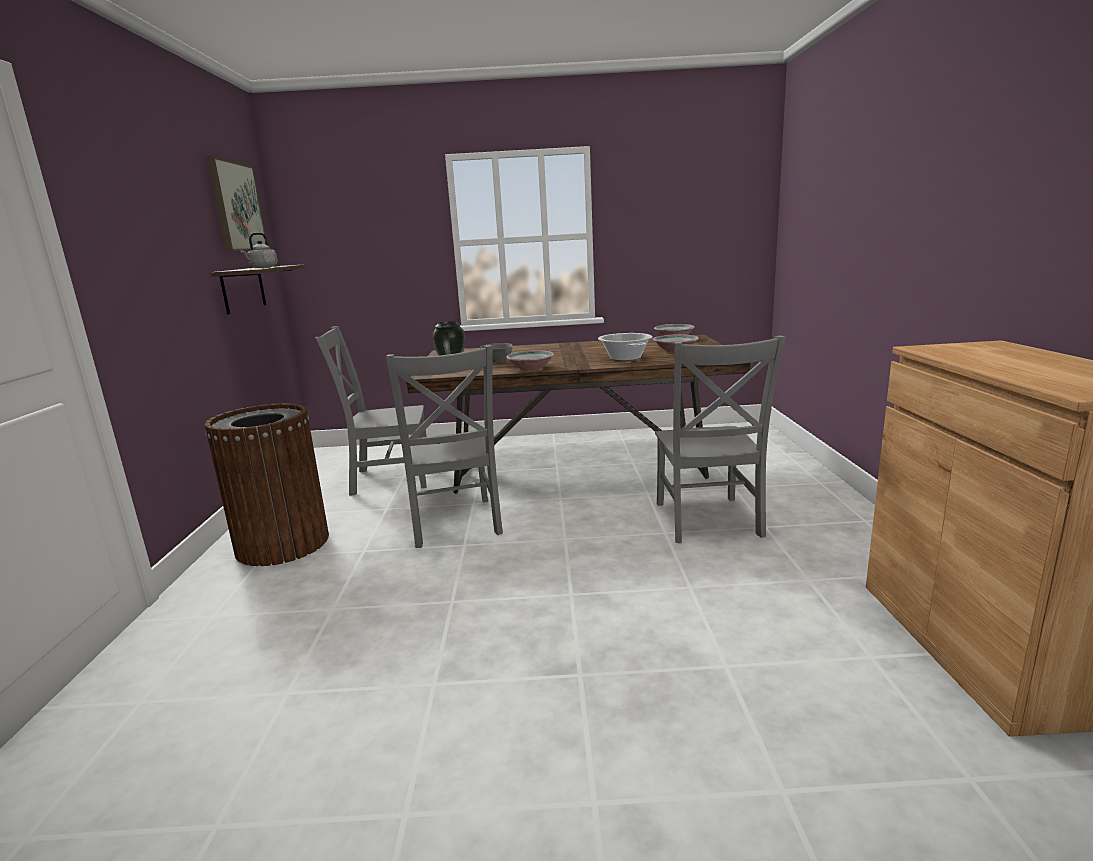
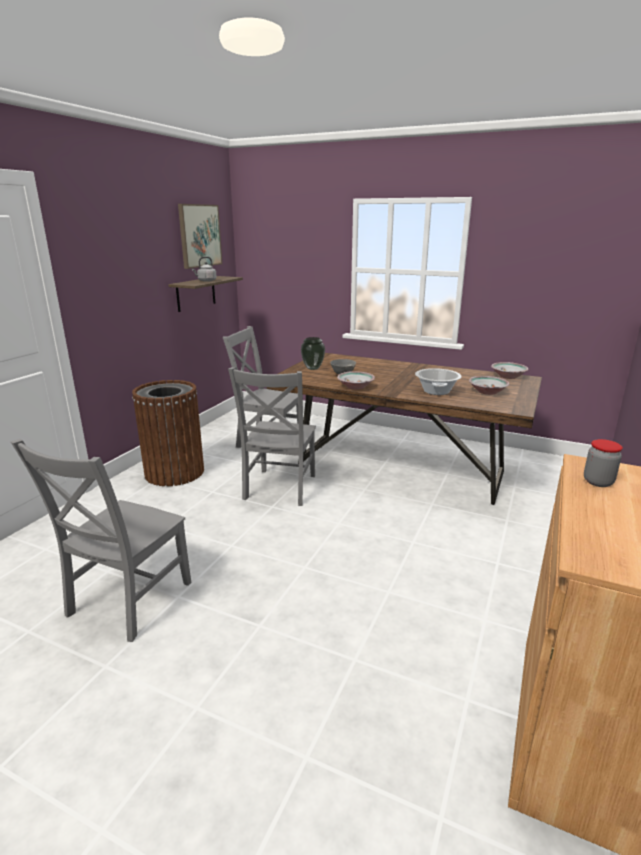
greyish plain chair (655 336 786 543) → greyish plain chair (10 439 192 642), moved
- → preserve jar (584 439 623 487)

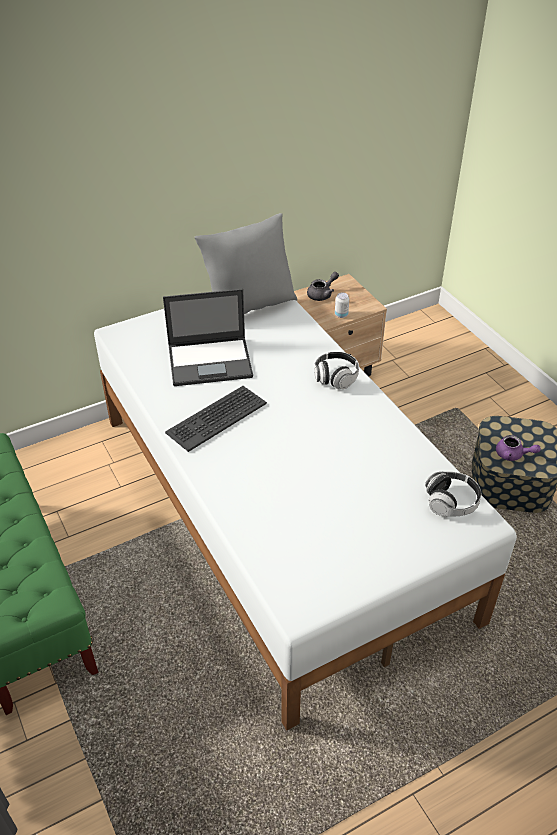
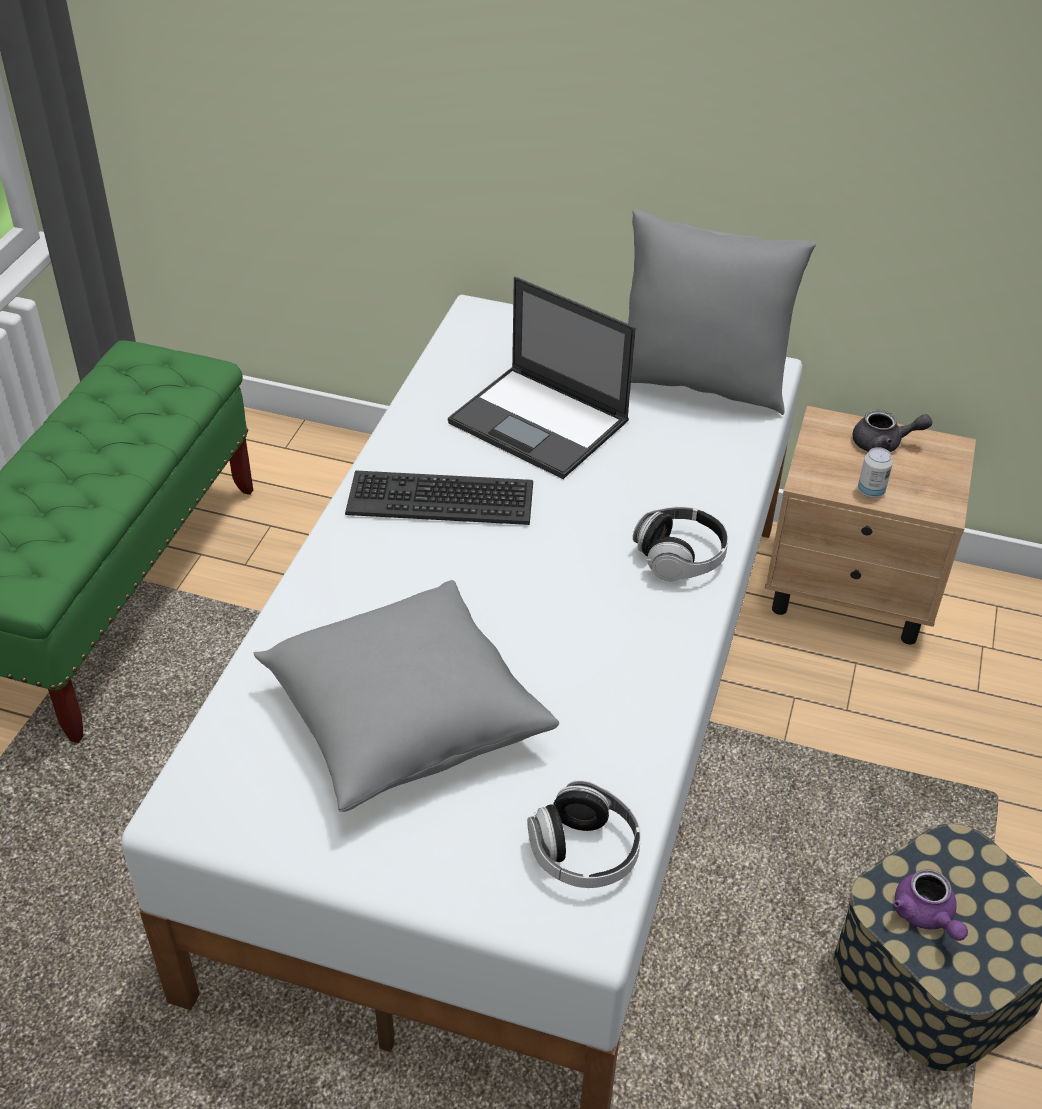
- → greyish cushion (254 580 559 812)

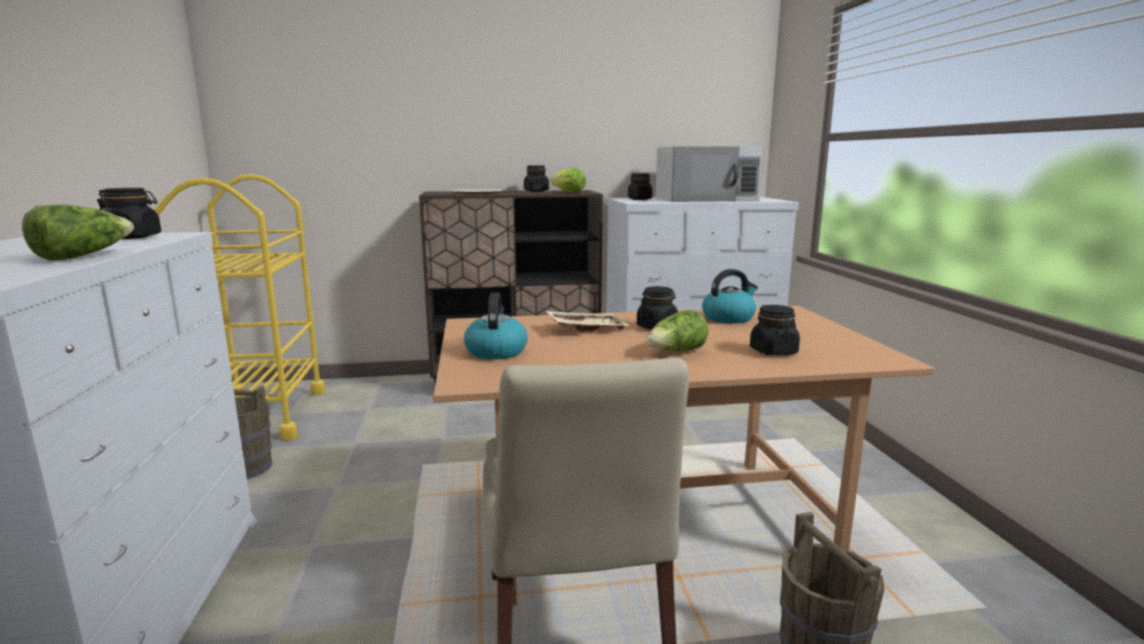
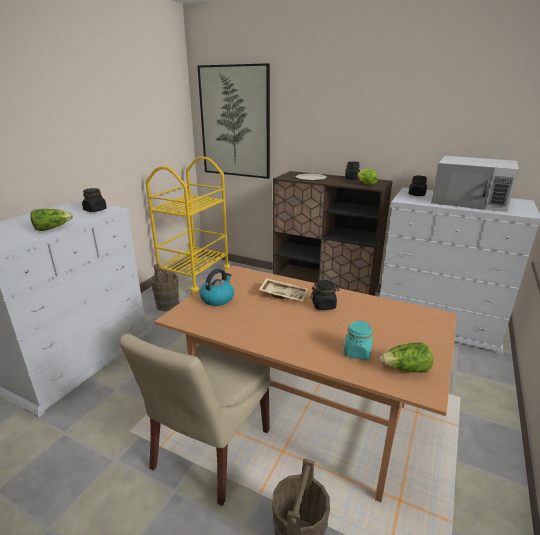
kettle (702 269 758 324) → -
black-coloured preserve jar (750 305 800 356) → turquoise-coloured preserve jar (344 320 373 360)
head of lettuce (647 310 709 351) → head of lettuce (380 342 433 373), moved
- → wall art (198 63 270 179)

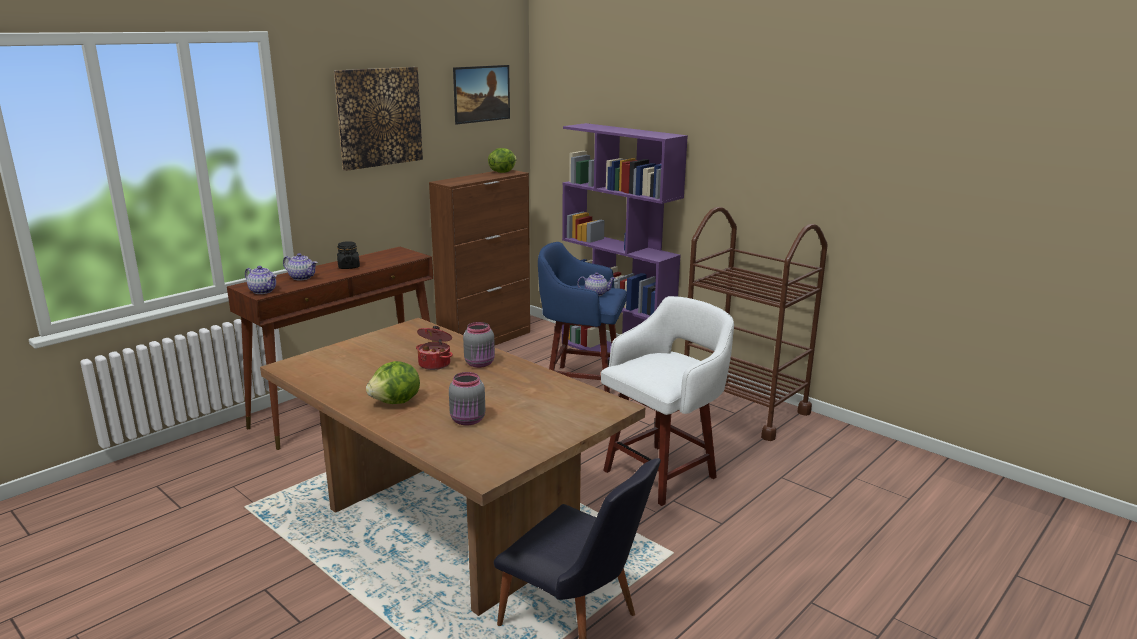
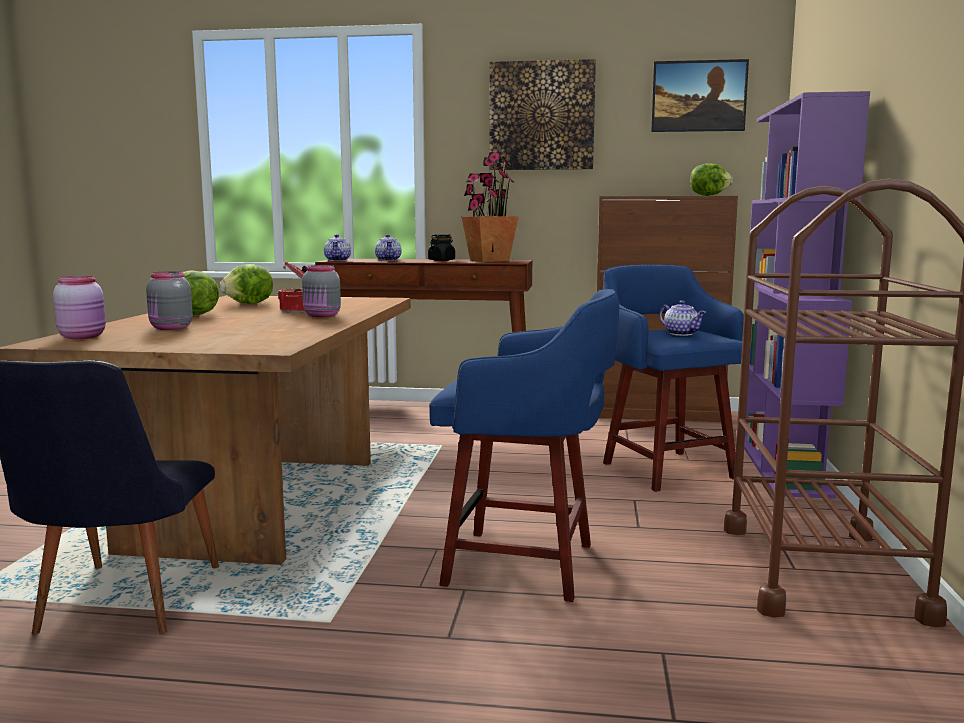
whitish stool (601 296 734 506) → blue-coloured stool (429 289 619 602)
- → potted plant (461 152 519 262)
- → head of lettuce (220 264 273 304)
- → pink preserve jar (53 276 106 339)

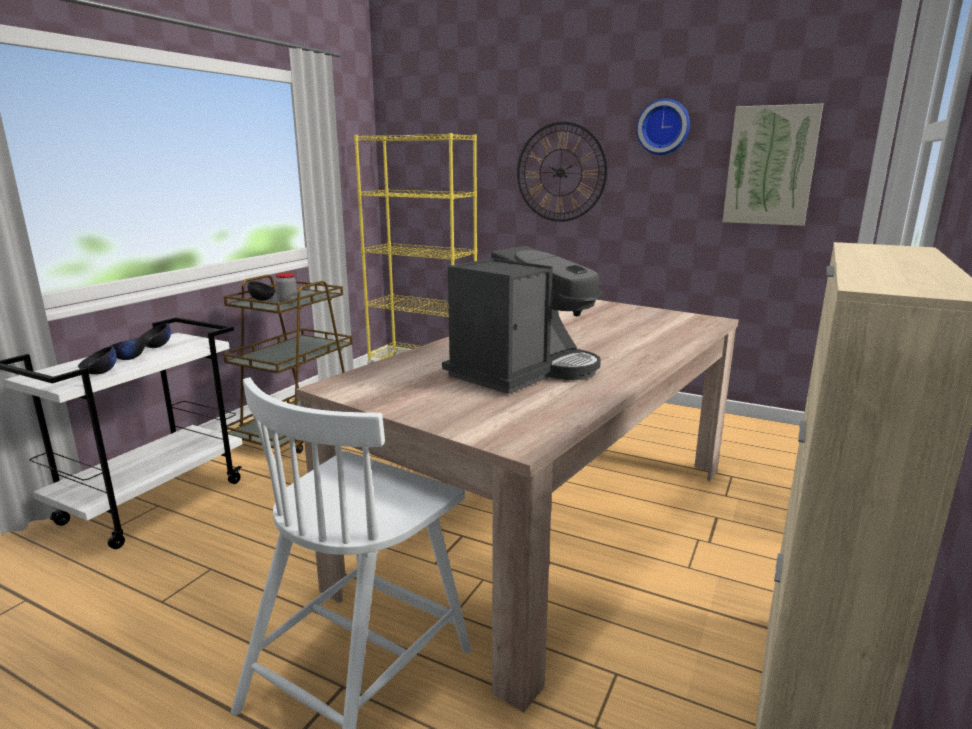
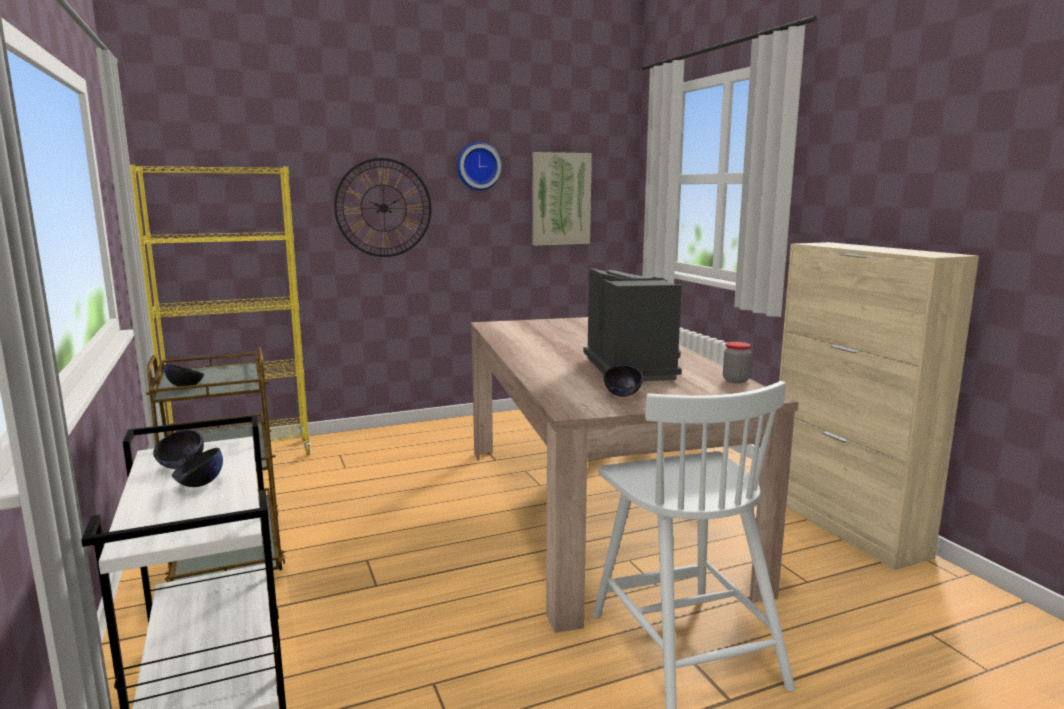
preserve jar (275 273 297 304) → preserve jar (723 342 751 383), moved
black-coloured deep dish (78 346 117 375) → black-coloured deep dish (604 365 643 397), moved

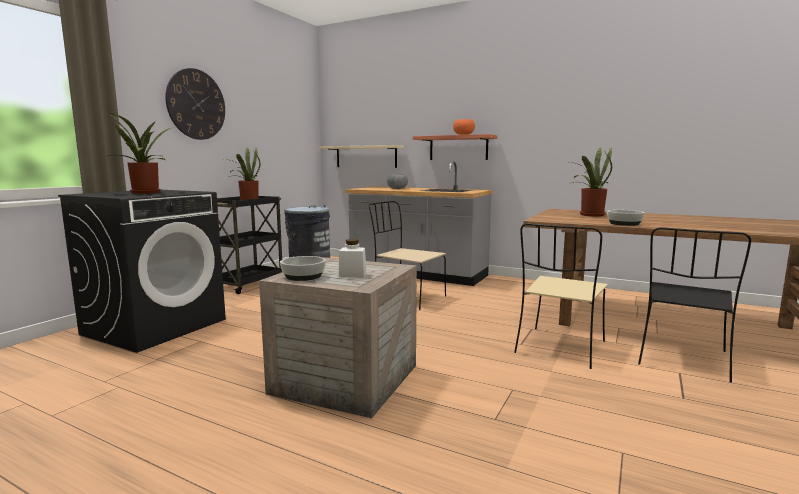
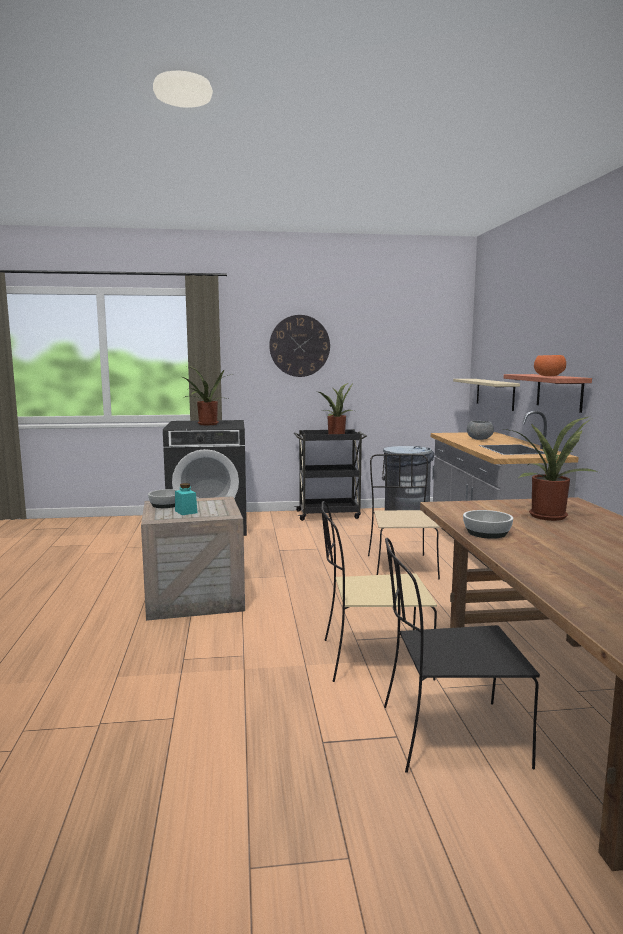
whitish preserve jar (339 239 366 277) → turquoise-coloured preserve jar (175 483 197 515)

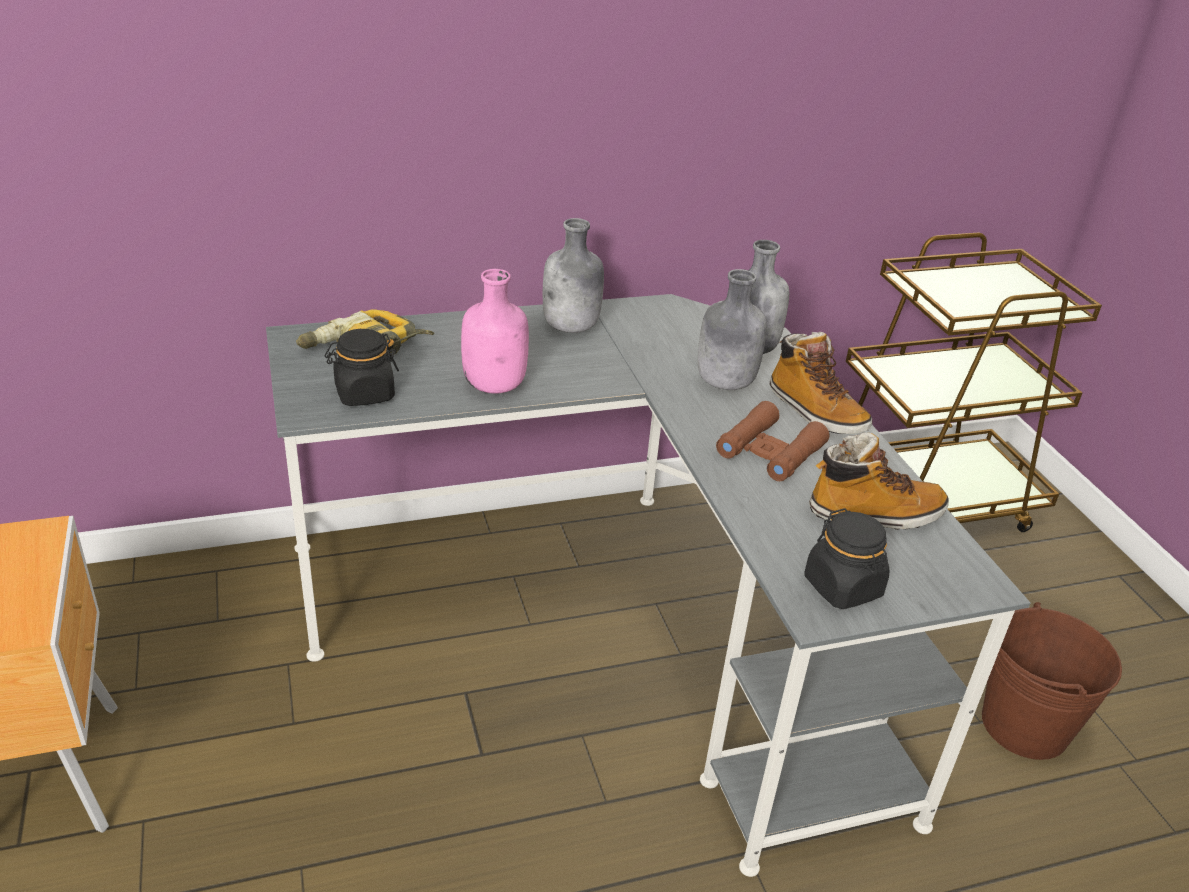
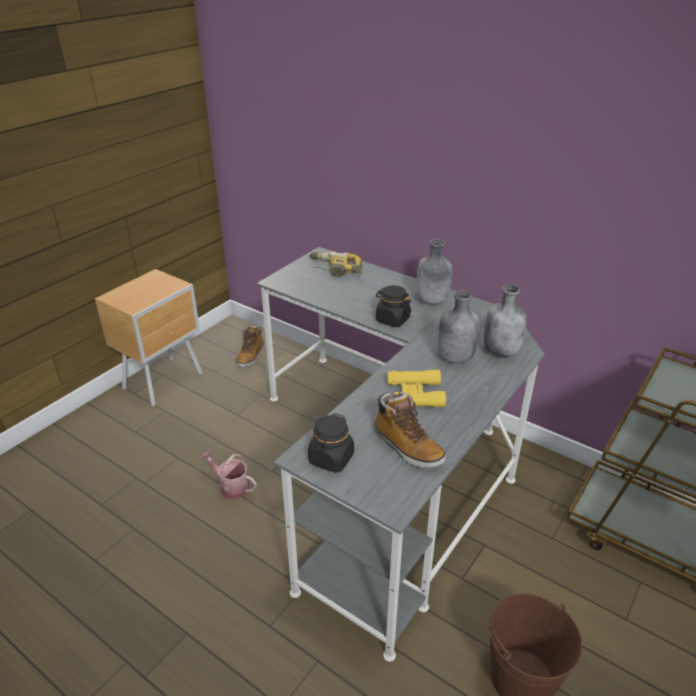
pink beverage bottle (461 269 529 394) → -
black-coloured preserve jar (325 329 399 406) → black-coloured preserve jar (376 285 411 327), moved
boot (770 332 872 434) → boot (235 325 264 367), moved
brown binoculars (716 401 829 481) → yellow binoculars (388 370 446 407)
- → watering can (200 450 257 499)

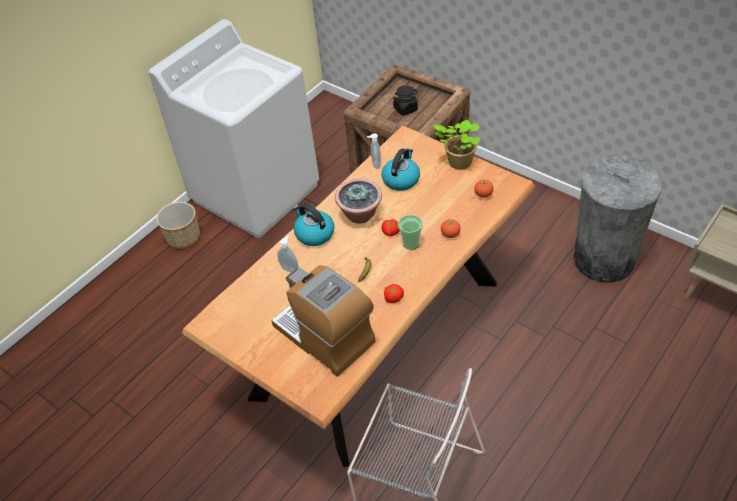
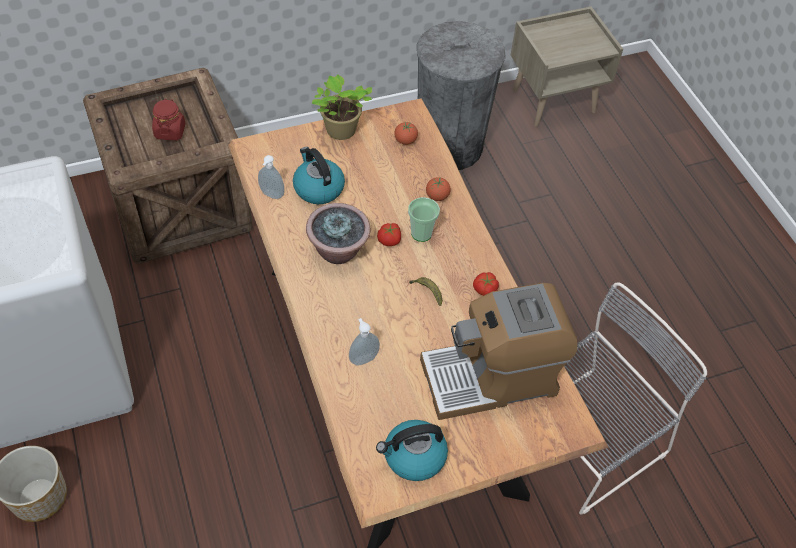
black-coloured preserve jar (393 85 418 116) → reddish preserve jar (152 99 185 140)
kettle (293 204 334 246) → kettle (376 420 448 481), moved

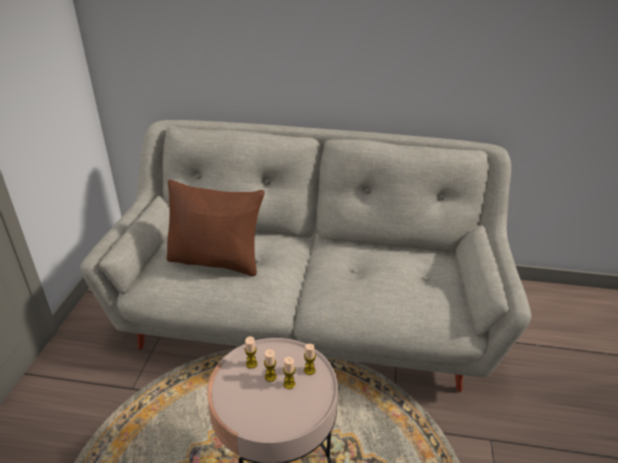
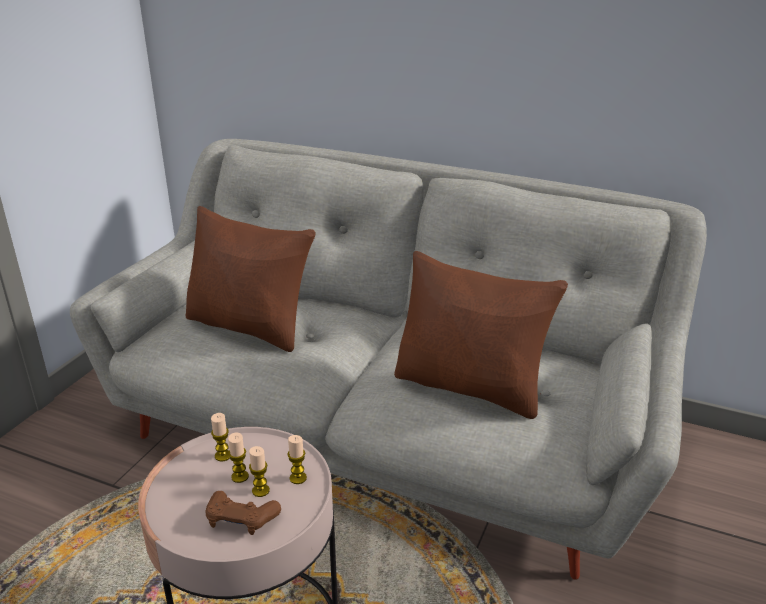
- → brown cushion (394 251 568 419)
- → brown game controller (206 491 281 535)

